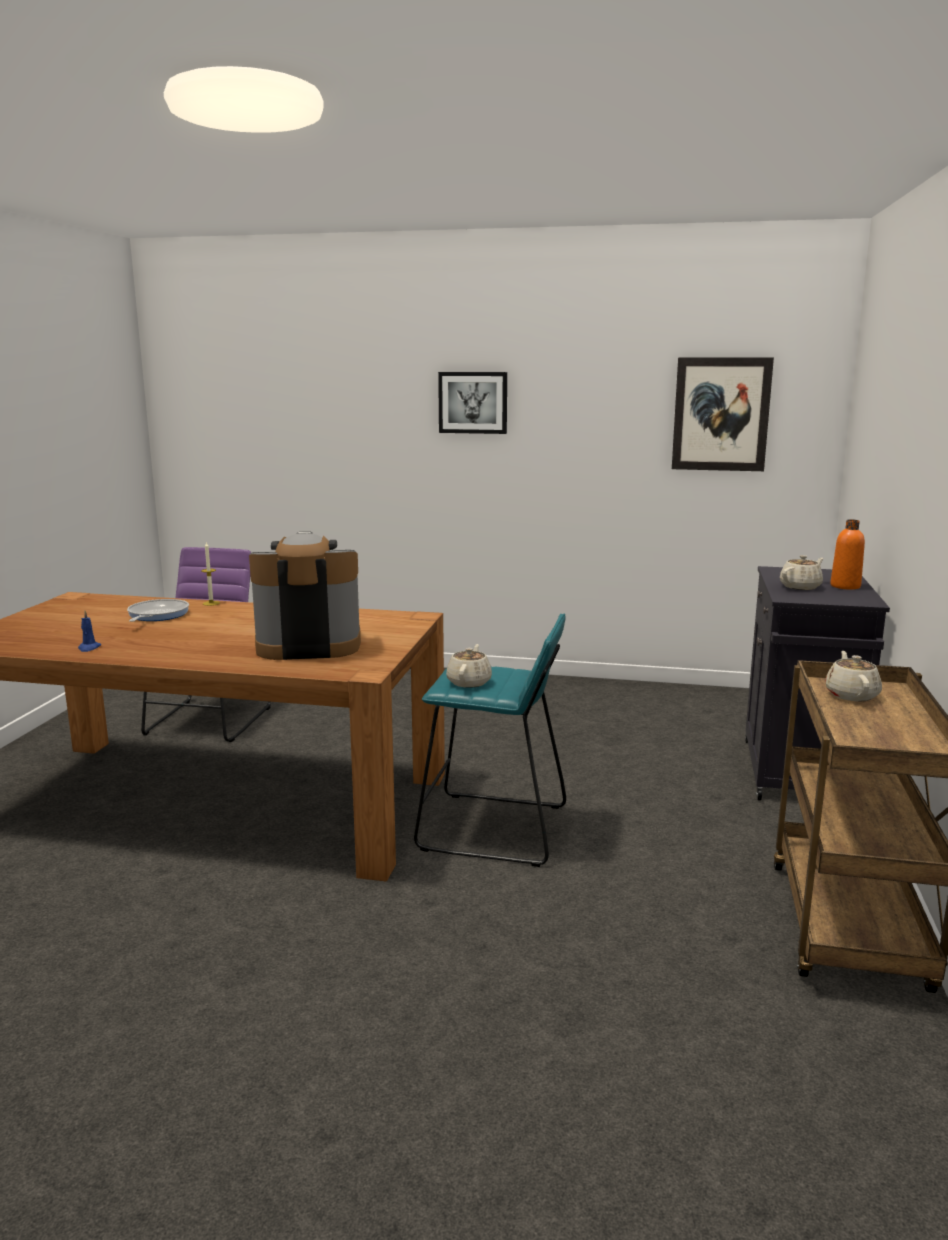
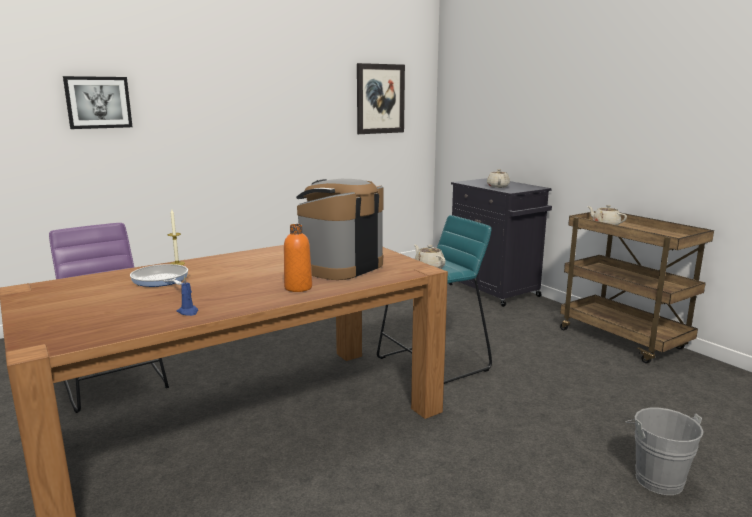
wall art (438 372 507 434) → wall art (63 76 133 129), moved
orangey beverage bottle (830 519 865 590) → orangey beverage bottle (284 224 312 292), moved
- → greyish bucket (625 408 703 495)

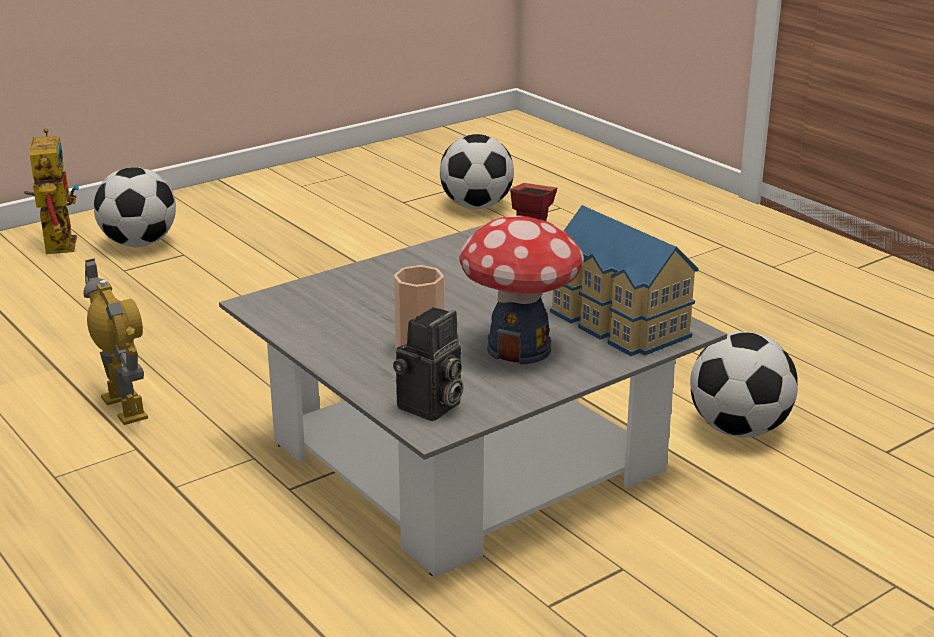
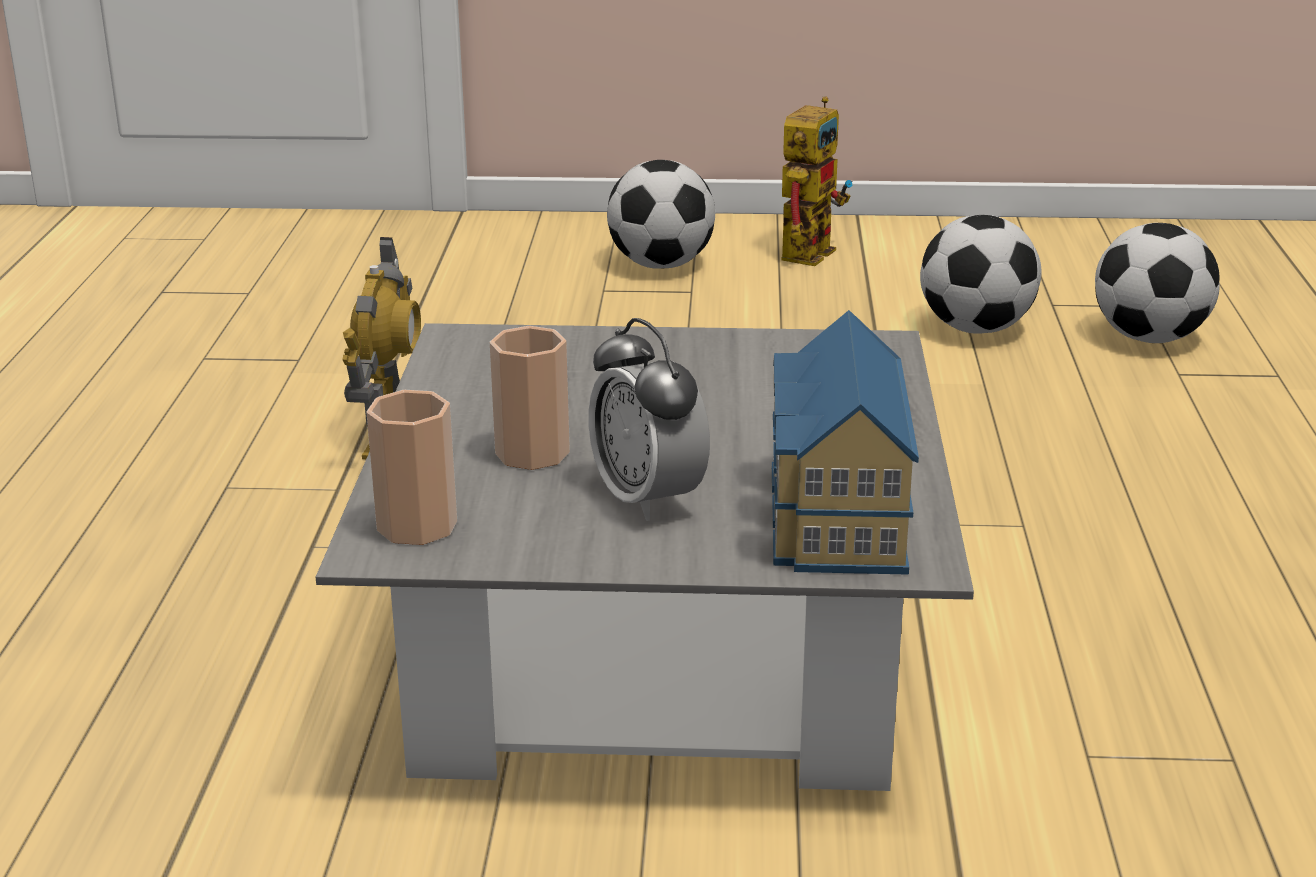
robot figure (24 128 79 254) → robot figure (782 96 853 266), moved
miniature house (459 183 584 364) → bedside clock (589 318 710 521)
still camera (393 307 464 421) → cup (366 390 457 545)
football (690 332 798 438) → football (920 215 1041 334), moved

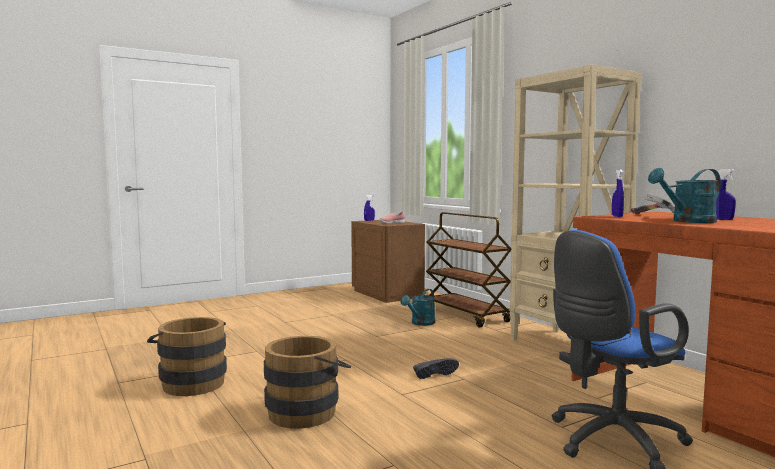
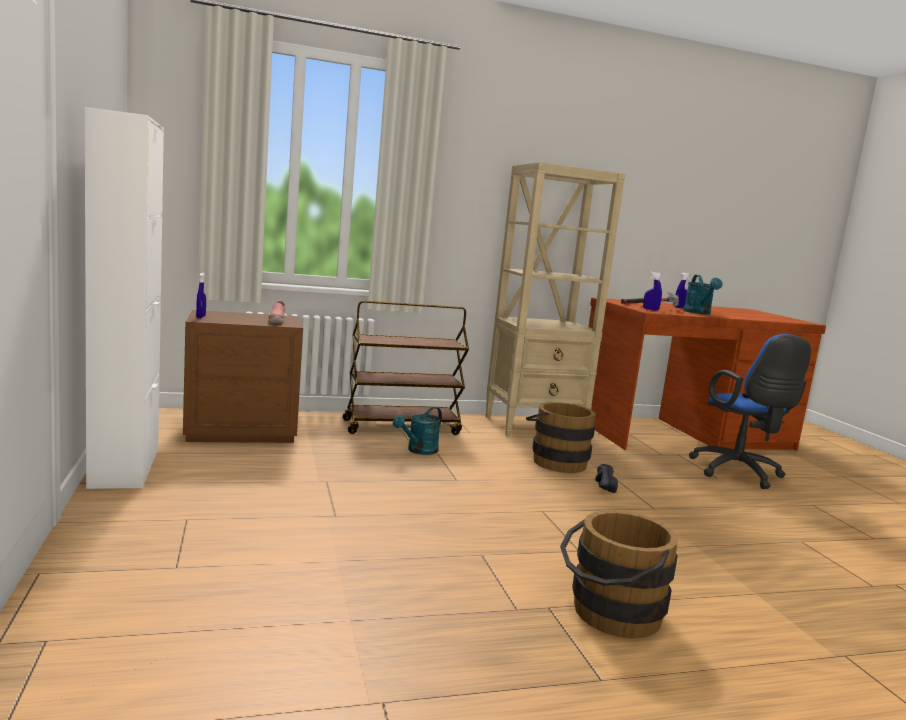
turquoise-coloured watering can (401 289 435 326) → turquoise-coloured watering can (393 407 442 455), 75 degrees clockwise
brown bucket (264 336 352 429) → brown bucket (526 402 596 473), moved
- → whitish storage cabinet (85 107 164 489)

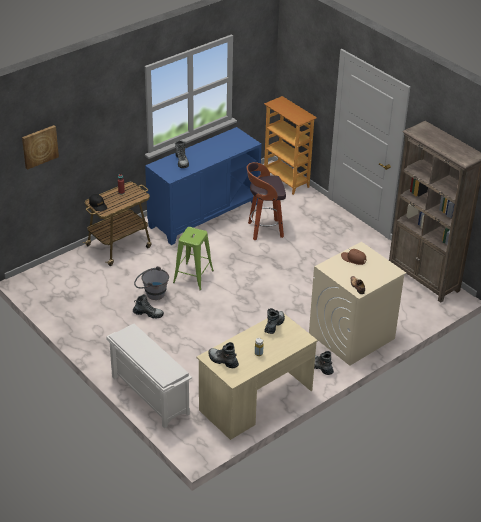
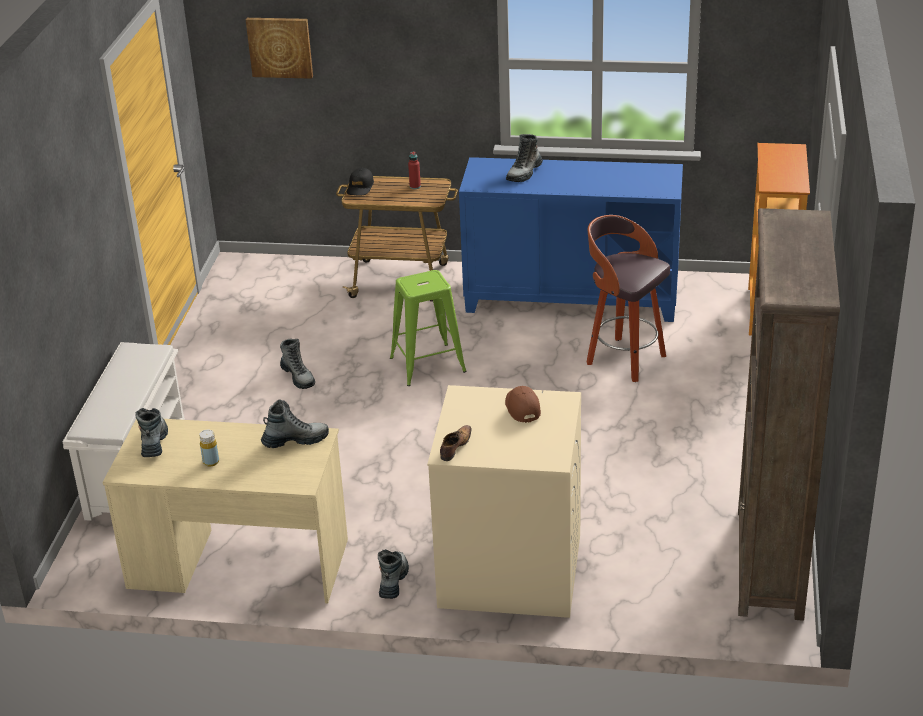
greyish bucket (134 266 169 300) → -

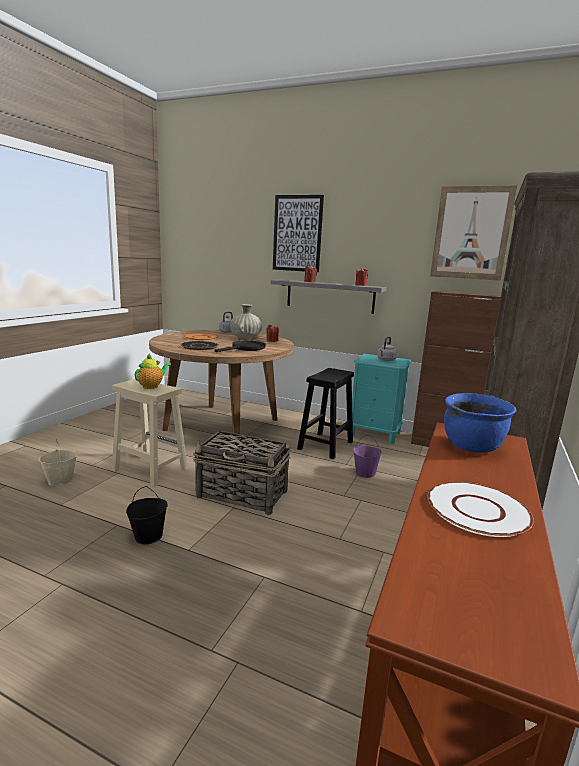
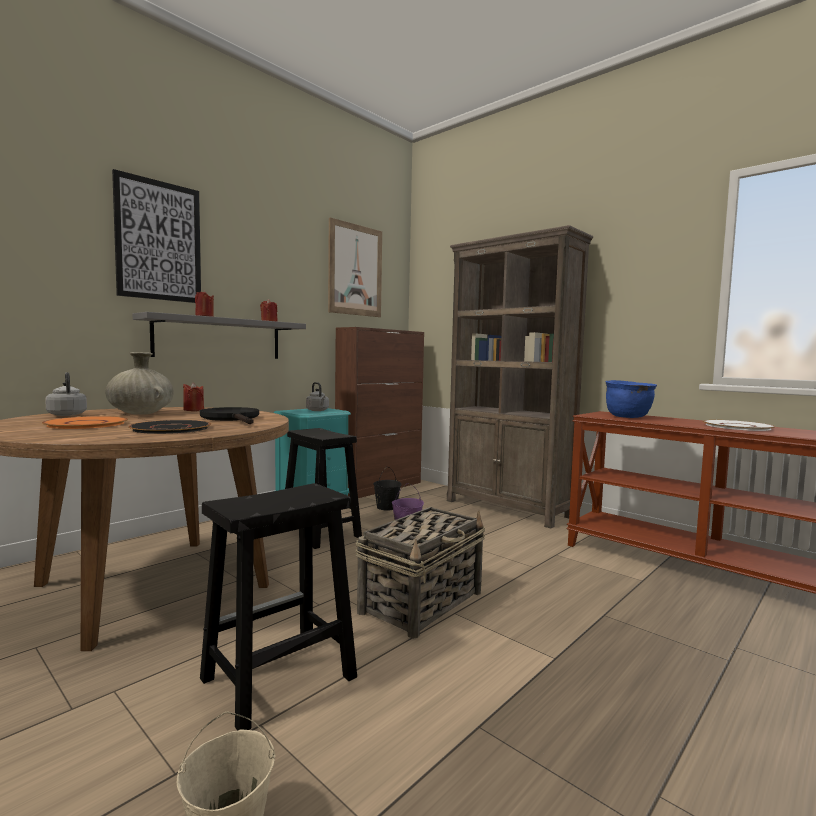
pot for tea (135 354 171 389) → -
sand-coloured stool (112 379 188 487) → black-coloured stool (200 483 357 731)
black-coloured bucket (126 486 167 544) → black-coloured bucket (373 466 402 511), moved

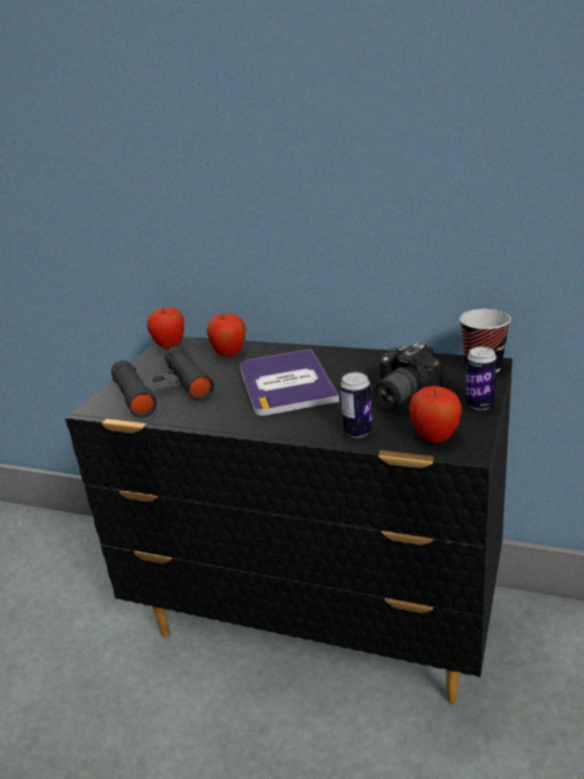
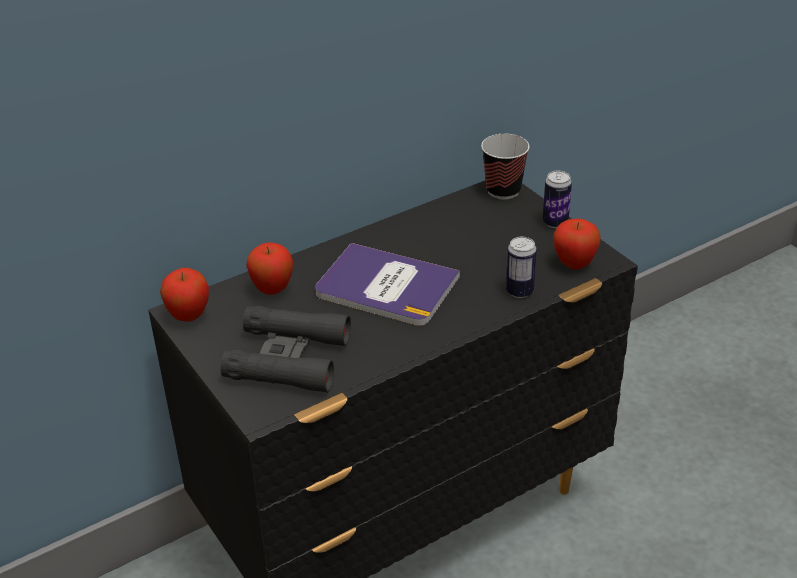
still camera (374 343 443 409) → -

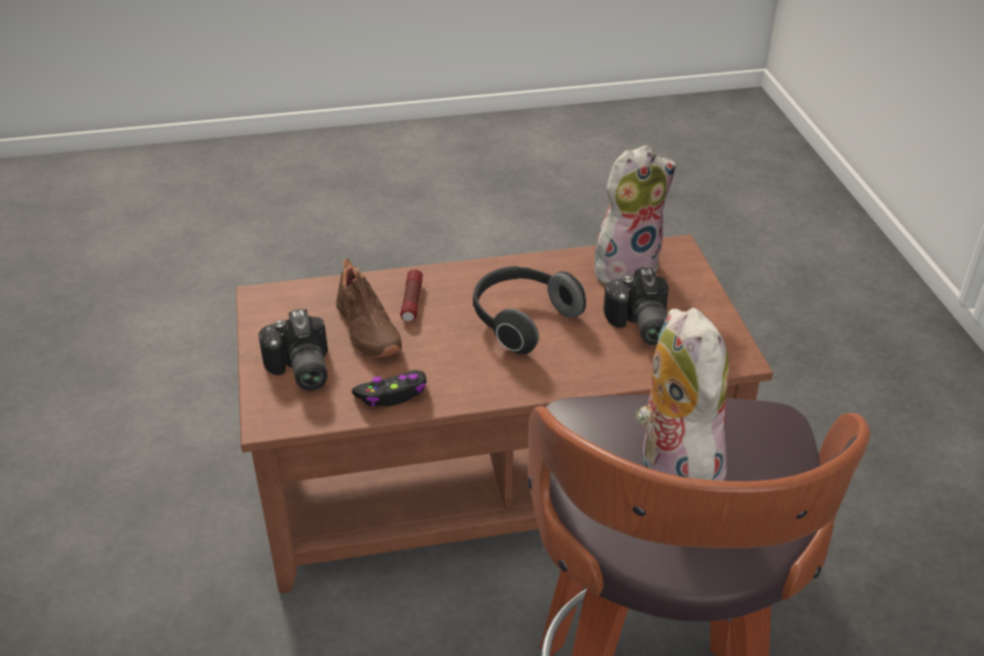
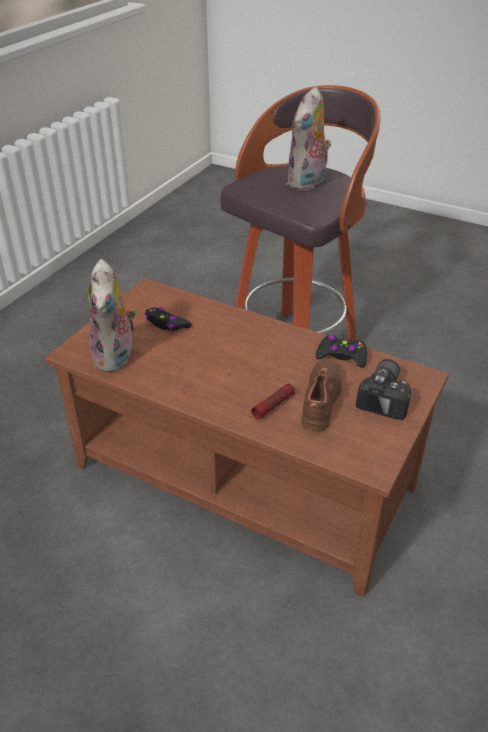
cuddly toy (595 145 677 287) → cuddly toy (88 259 136 373), 105 degrees counterclockwise
pair of headphones (473 266 586 354) → -
still camera (603 268 669 346) → black-coloured game controller (144 307 192 331)

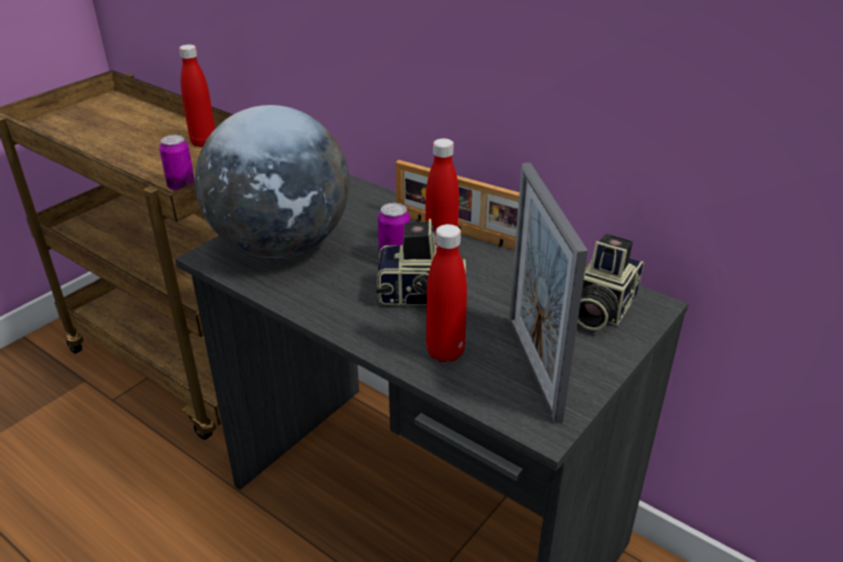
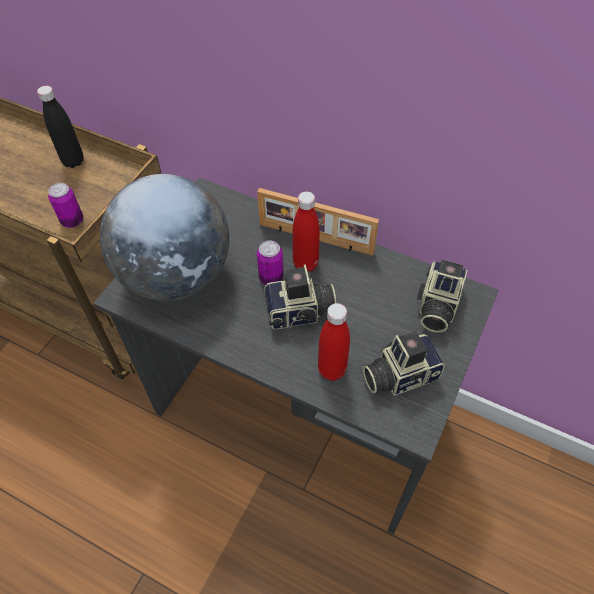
reddish beverage bottle (179 44 215 147) → black-coloured beverage bottle (37 86 84 168)
standing frame (509 163 588 424) → still camera (363 332 445 396)

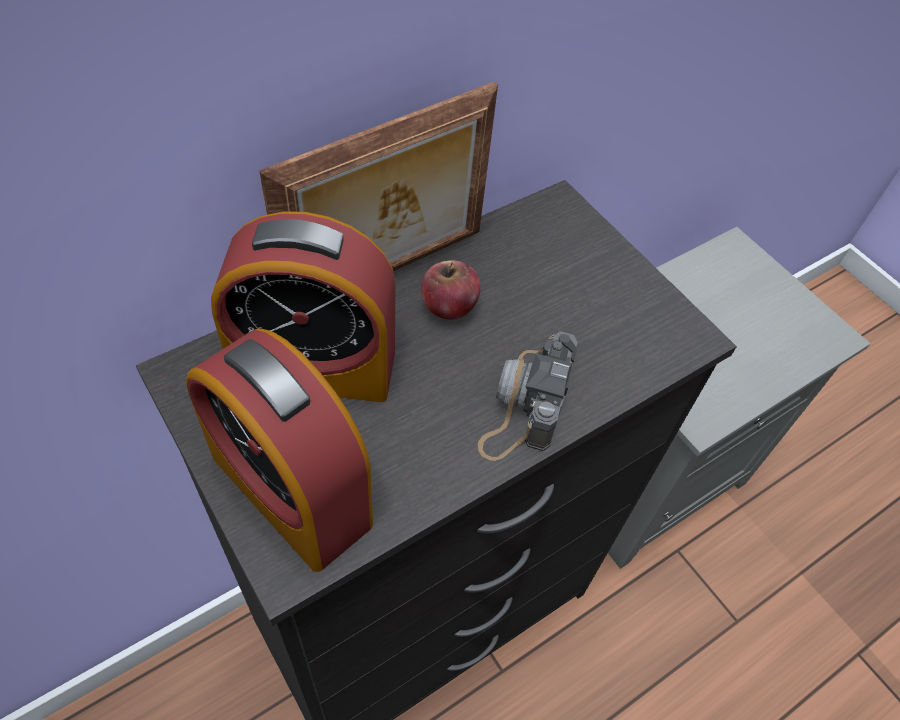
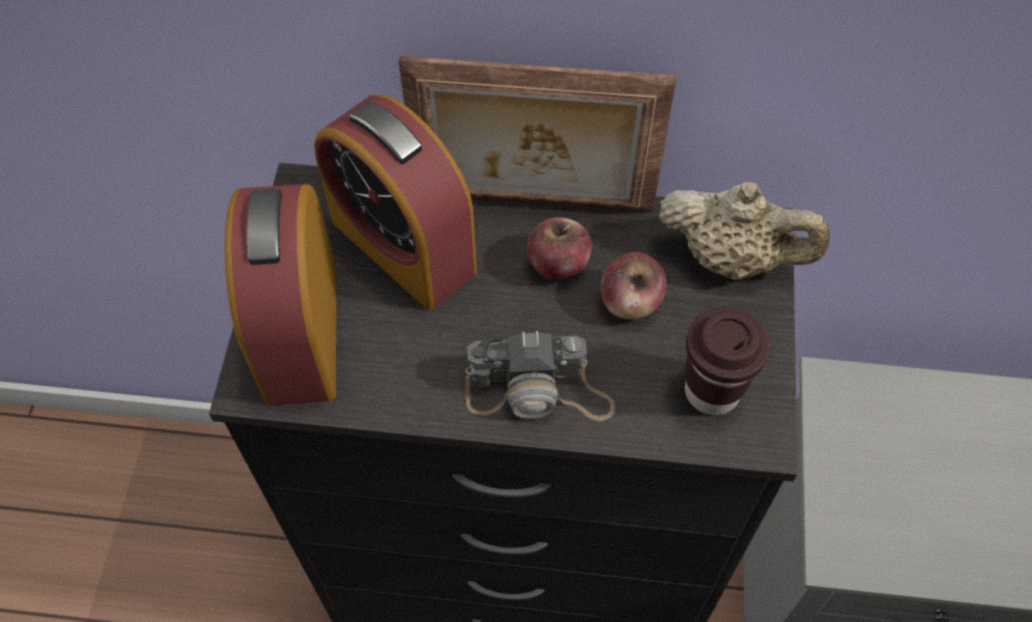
still camera (478 331 577 461) → still camera (465 331 615 421), 150 degrees counterclockwise
- → sand-coloured pot for tea (659 182 830 280)
- → apple (601 252 667 319)
- → brown cup (685 307 770 415)

